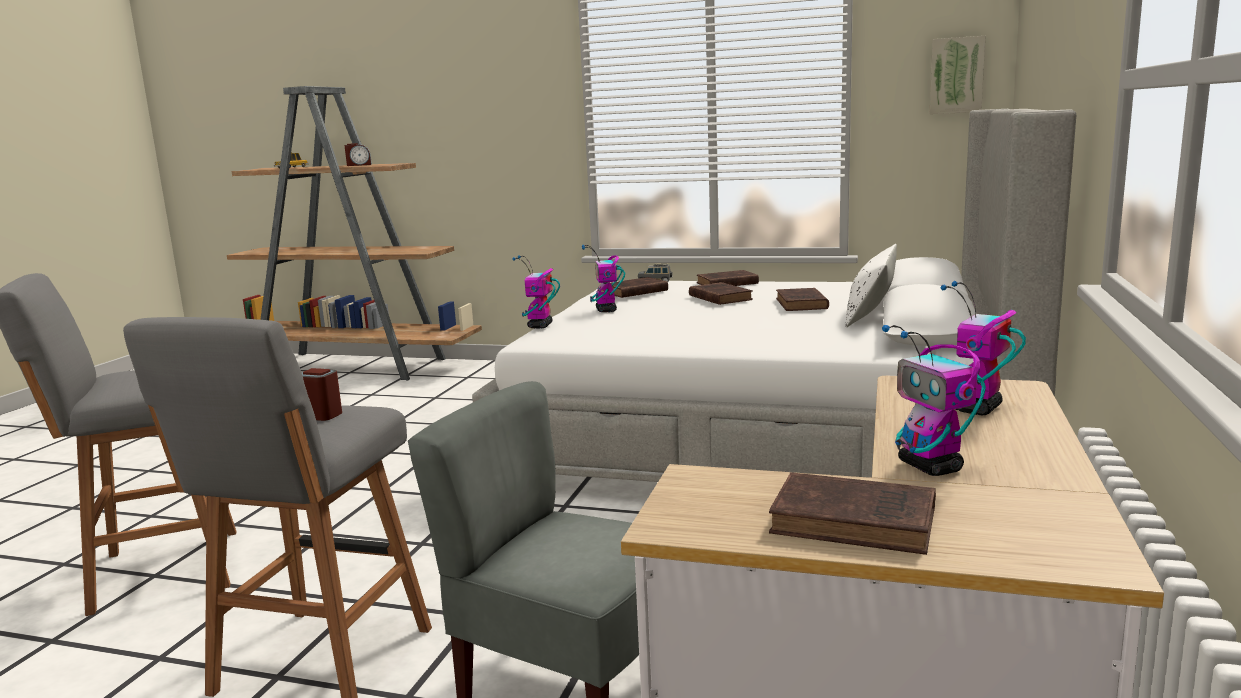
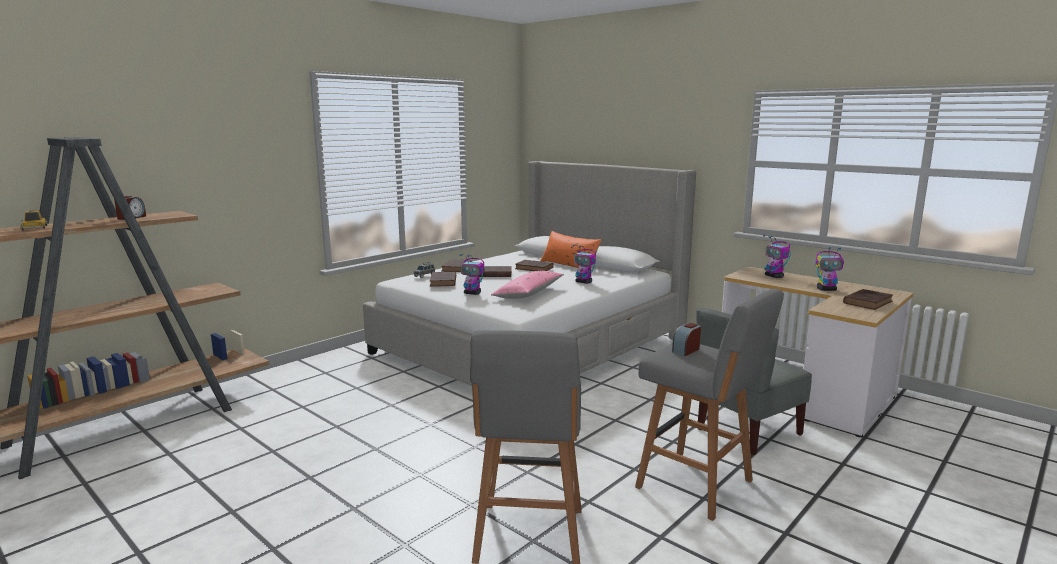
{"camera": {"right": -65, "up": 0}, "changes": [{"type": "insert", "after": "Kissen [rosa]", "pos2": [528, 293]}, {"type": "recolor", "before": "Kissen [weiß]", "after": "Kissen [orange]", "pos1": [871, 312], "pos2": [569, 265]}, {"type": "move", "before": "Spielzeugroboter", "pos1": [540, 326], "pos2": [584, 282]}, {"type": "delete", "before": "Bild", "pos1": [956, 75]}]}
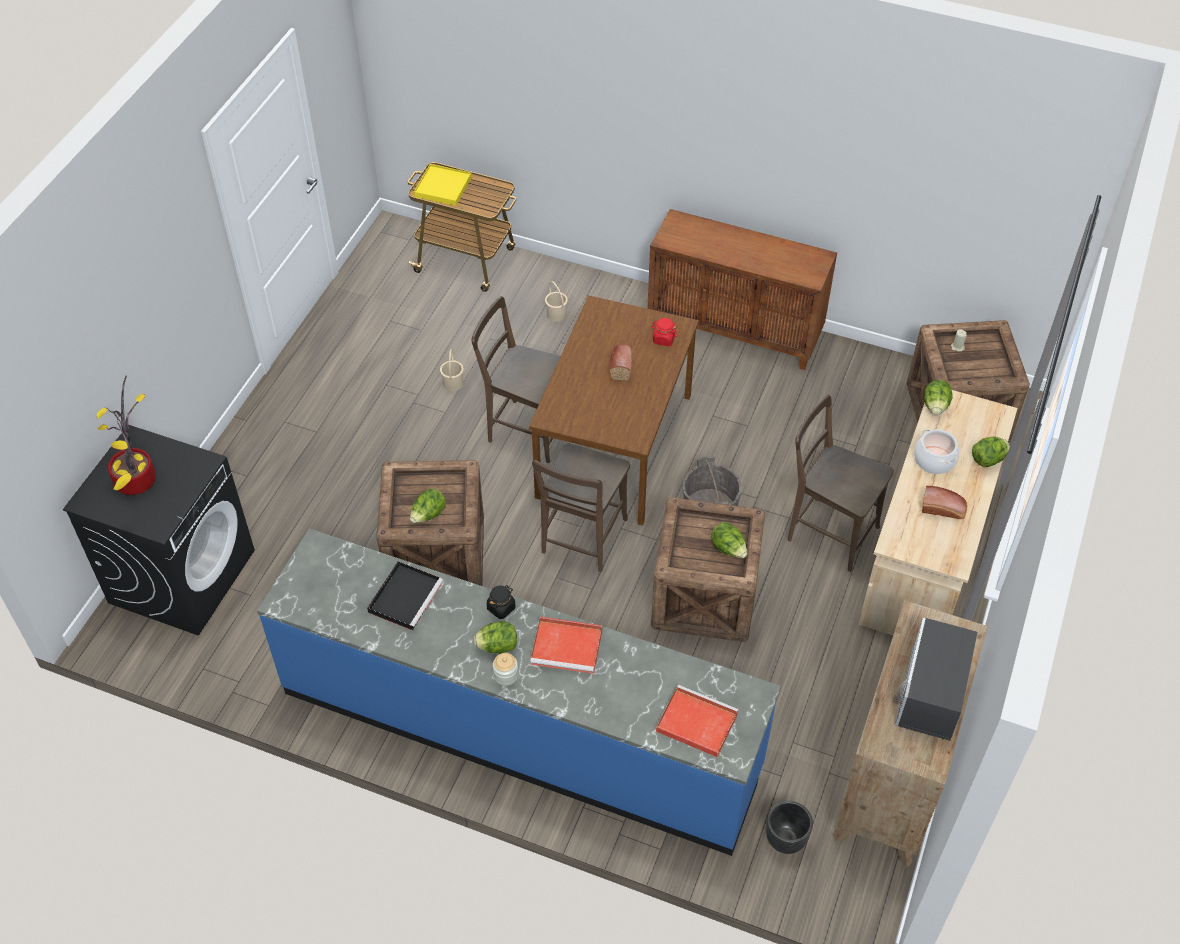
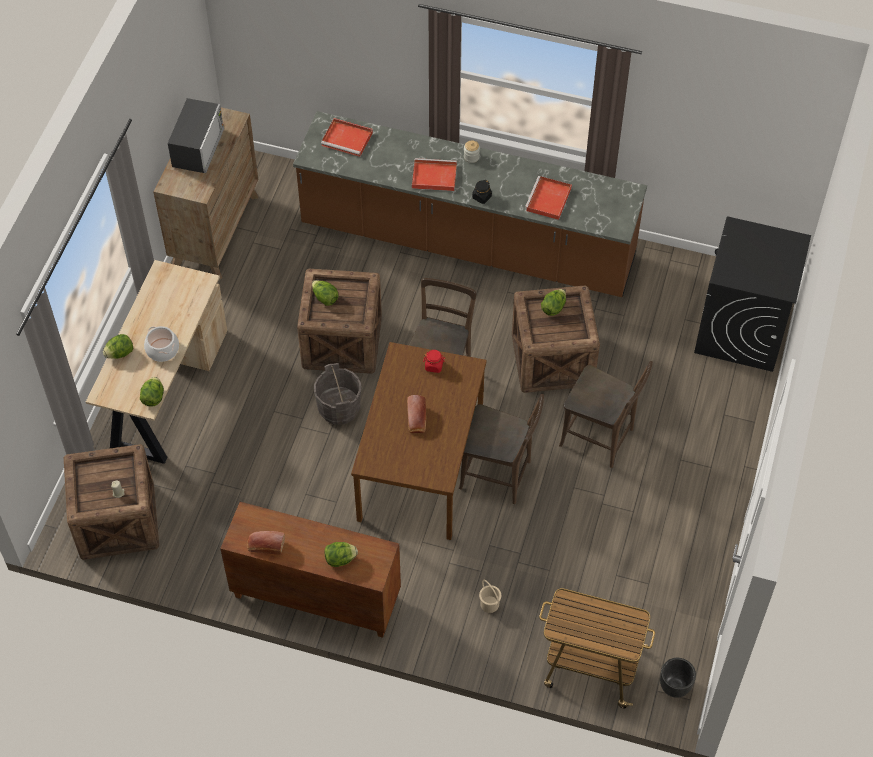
{"camera": {"right": 175, "up": 5}, "changes": [{"type": "move", "before": "Brot", "pos1": [943, 509], "pos2": [265, 546]}, {"type": "recolor", "before": "Küchenzeile [blau]", "after": "Küchenzeile [braun]", "pos1": [520, 729], "pos2": [467, 243]}, {"type": "move", "before": "Salatkopf", "pos1": [497, 646], "pos2": [340, 559]}, {"type": "move", "before": "Vorratsglas [rot]", "pos1": [663, 339], "pos2": [434, 366]}, {"type": "recolor", "before": "Tablett [schwarz]", "after": "Tablett [rot]", "pos1": [405, 596], "pos2": [548, 200]}, {"type": "move", "before": "Stuhl [braun]", "pos1": [828, 531], "pos2": [600, 439]}, {"type": "move", "before": "Pflanzkübel [schwarz]", "pos1": [785, 839], "pos2": [675, 686]}, {"type": "delete", "before": "Topfpflanze", "pos1": [138, 482]}, {"type": "delete", "before": "Tablett [gelb]", "pos1": [443, 187]}, {"type": "delete", "before": "Eimer [beige]", "pos1": [452, 383]}]}
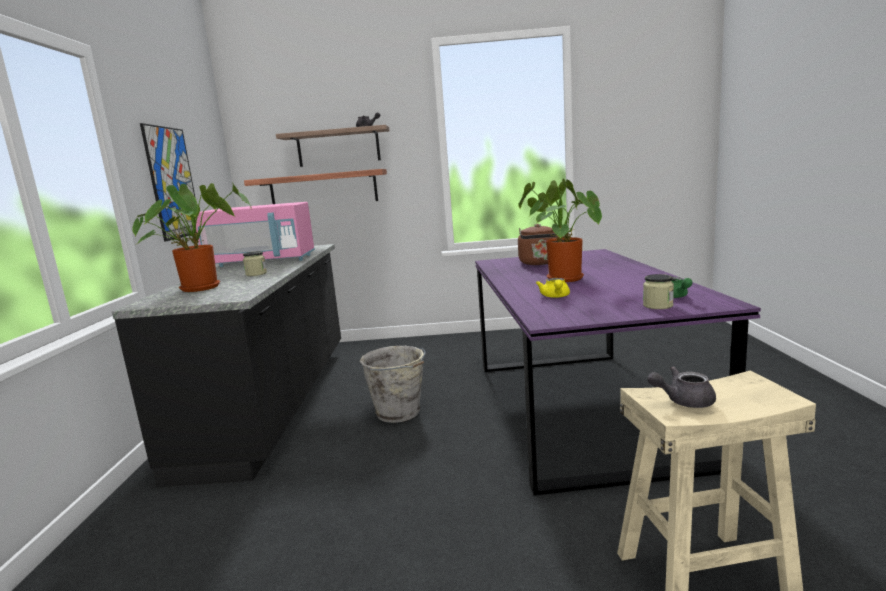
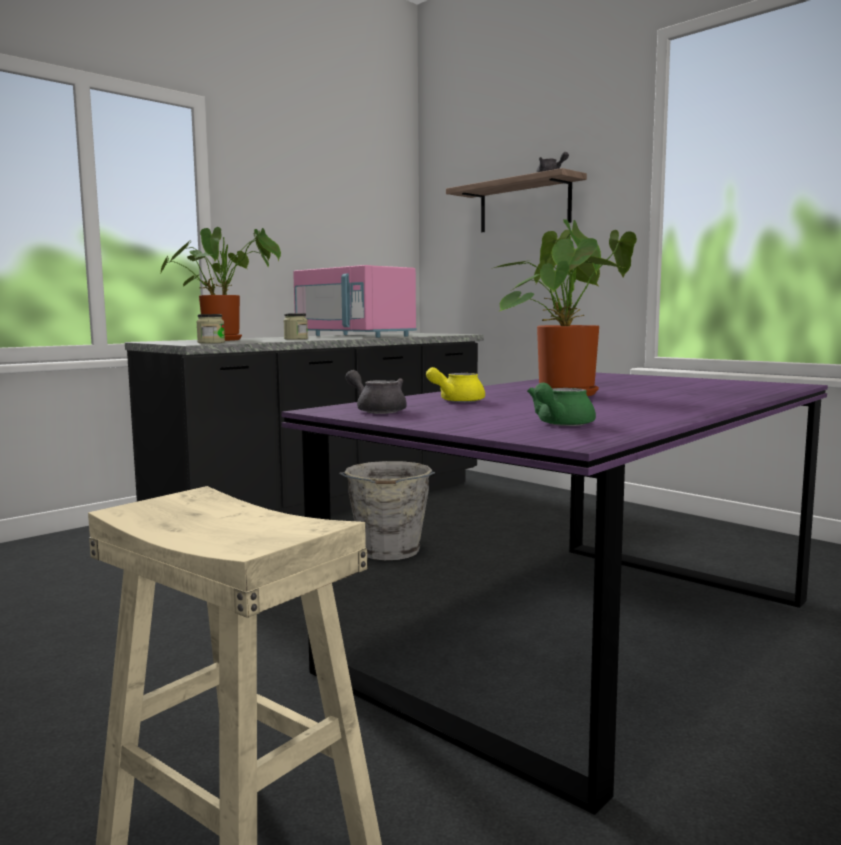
{"camera": {"right": 45, "up": -5}, "changes": [{"type": "move", "before": "Vorratsglas", "pos1": [658, 305], "pos2": [211, 343]}, {"type": "move", "before": "Teekanne [grau]", "pos1": [683, 401], "pos2": [377, 410]}, {"type": "delete", "before": "Bild", "pos1": [172, 183]}, {"type": "delete", "before": "Wandregal", "pos1": [323, 189]}, {"type": "delete", "before": "Wasserkessel [braun]", "pos1": [540, 263]}]}
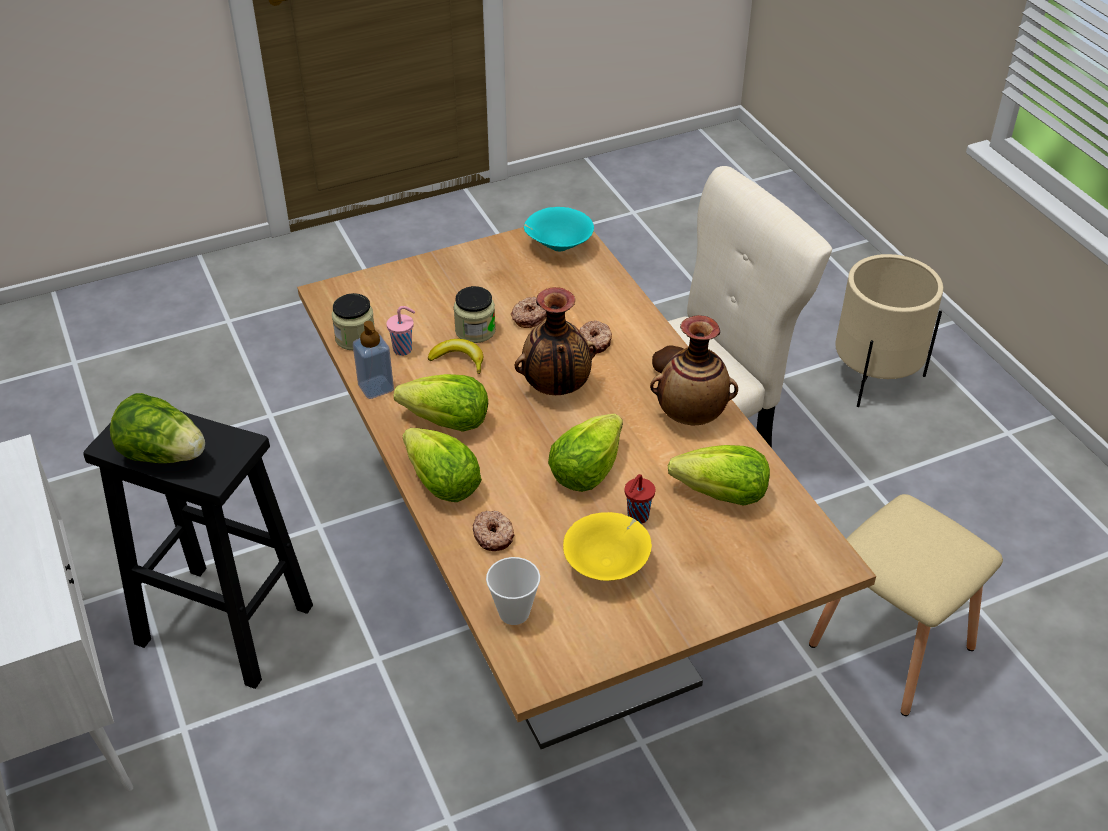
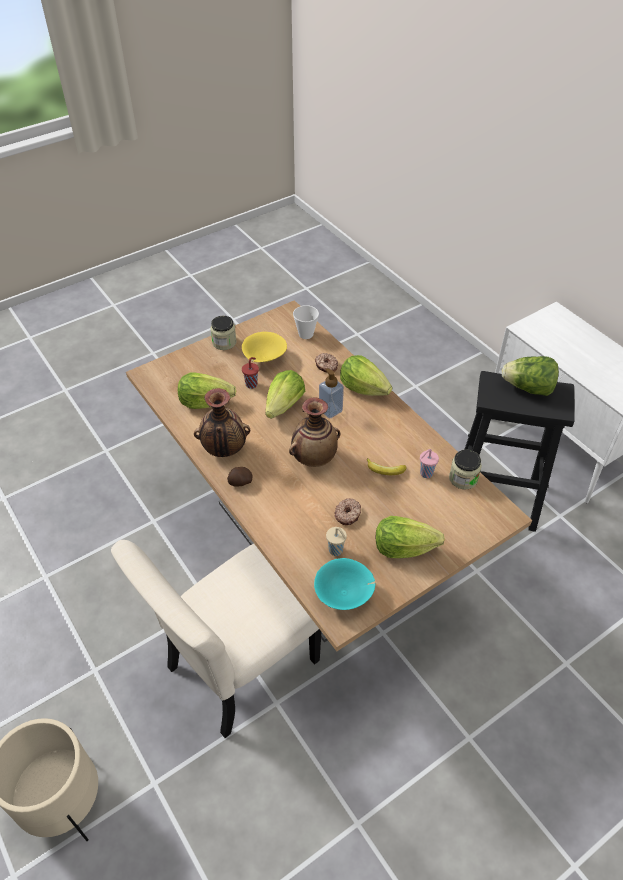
{"camera": {"right": 170, "up": 5}, "changes": [{"type": "move", "before": "Vorratsglas", "pos1": [475, 331], "pos2": [224, 342]}, {"type": "move", "before": "Seifenspender", "pos1": [376, 387], "pos2": [330, 410]}, {"type": "insert", "after": "Tasse [beige]", "pos2": [336, 551]}, {"type": "move", "before": "Salatkopf", "pos1": [447, 422], "pos2": [403, 548]}, {"type": "delete", "before": "Donut", "pos1": [595, 342]}, {"type": "delete", "before": "Hocker [beige]", "pos1": [894, 647]}]}
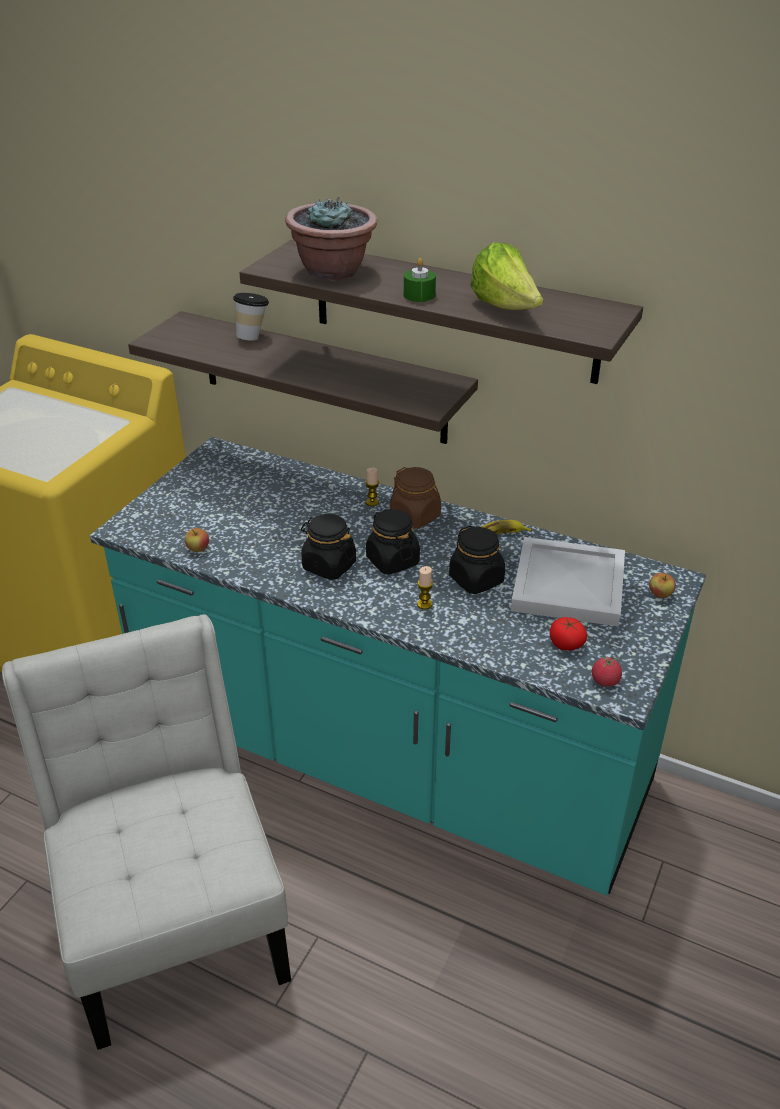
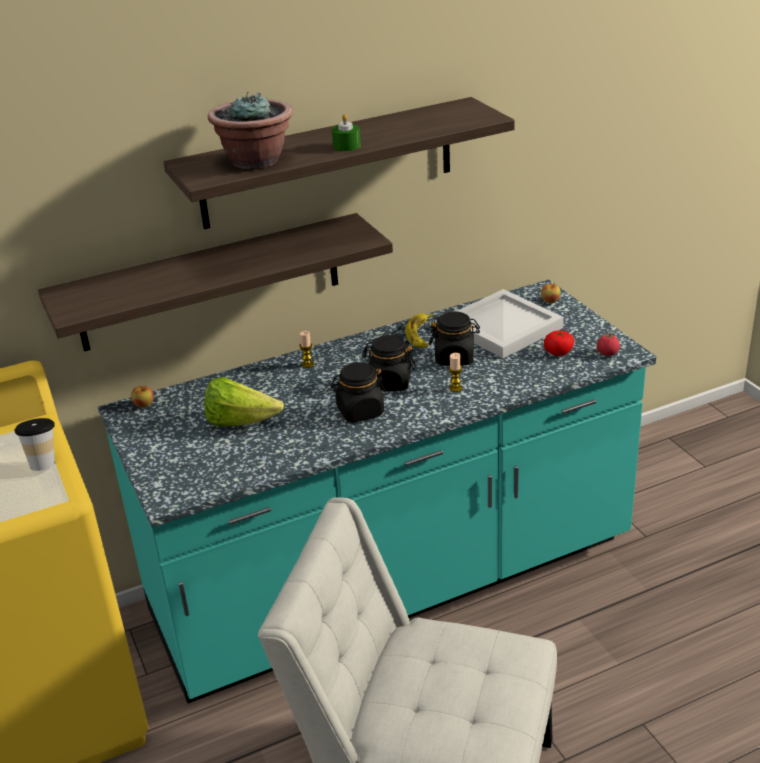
{"camera": {"right": -50, "up": -5}, "changes": [{"type": "move", "before": "Tasse", "pos1": [253, 337], "pos2": [44, 463]}, {"type": "move", "before": "Apfel", "pos1": [198, 549], "pos2": [144, 405]}, {"type": "move", "before": "Salatkopf", "pos1": [506, 308], "pos2": [241, 422]}, {"type": "delete", "before": "Vorratsglas [braun]", "pos1": [415, 517]}]}
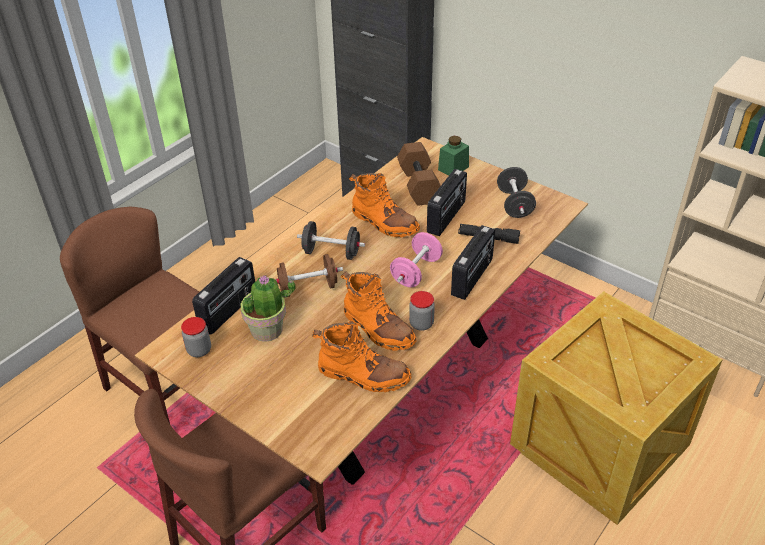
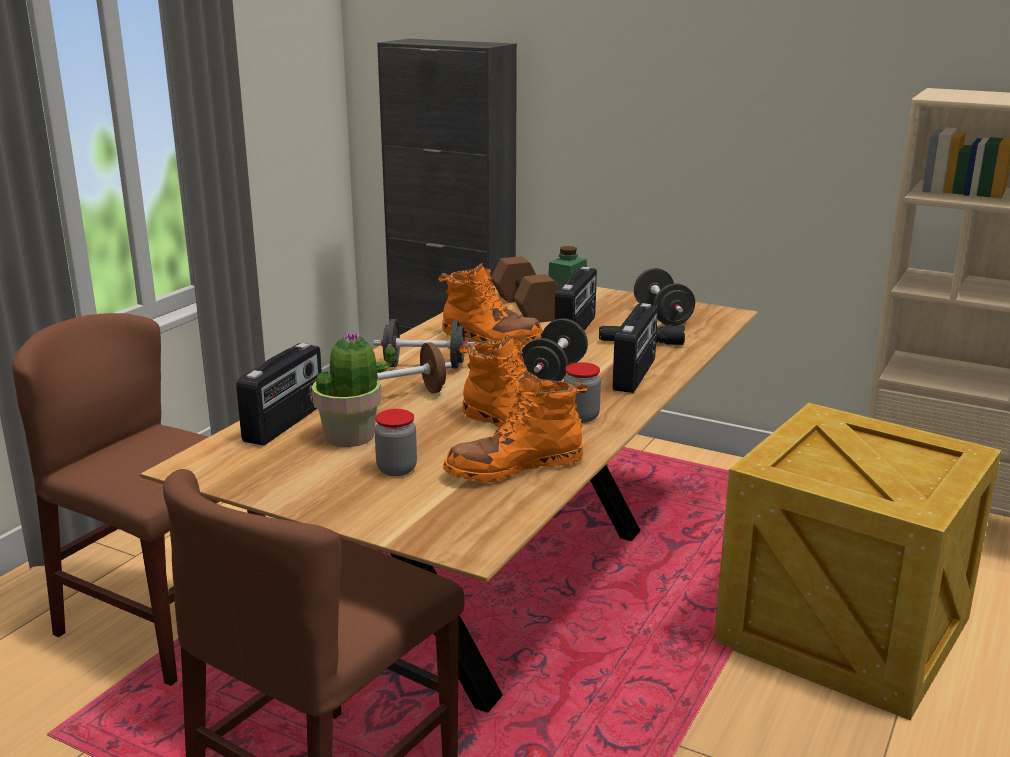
{"camera": {"right": -10, "up": -20}, "changes": [{"type": "move", "before": "Vorratsglas", "pos1": [199, 350], "pos2": [396, 469]}, {"type": "rotate", "before": "Stiefel [orange]", "pos1": [363, 375], "pos2": [514, 467], "turn": 150}, {"type": "recolor", "before": "Hantel [rosa]", "after": "Hantel [schwarz]", "pos1": [416, 272], "pos2": [553, 374]}]}
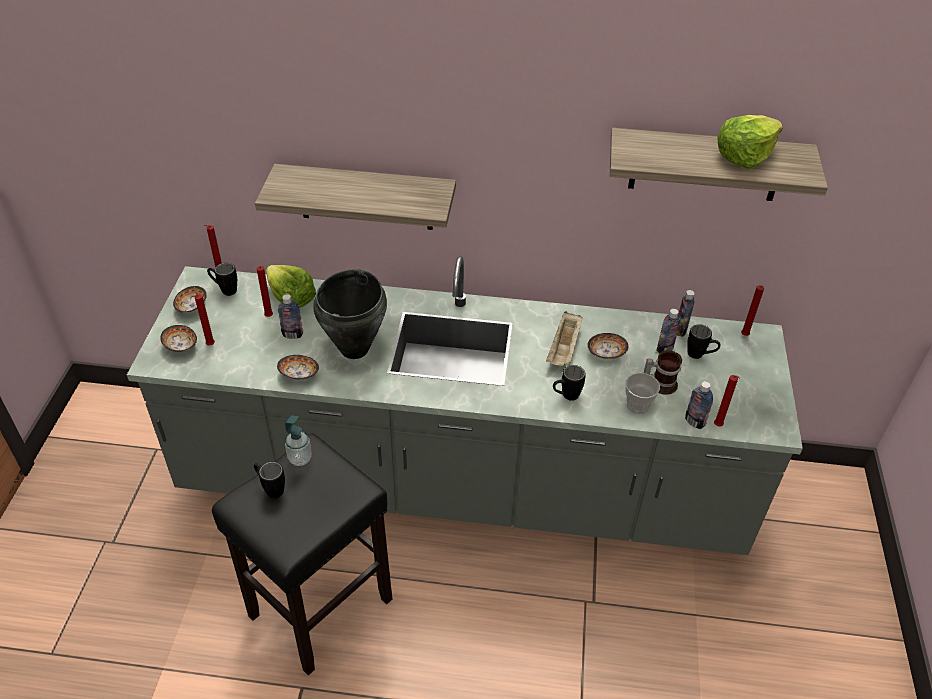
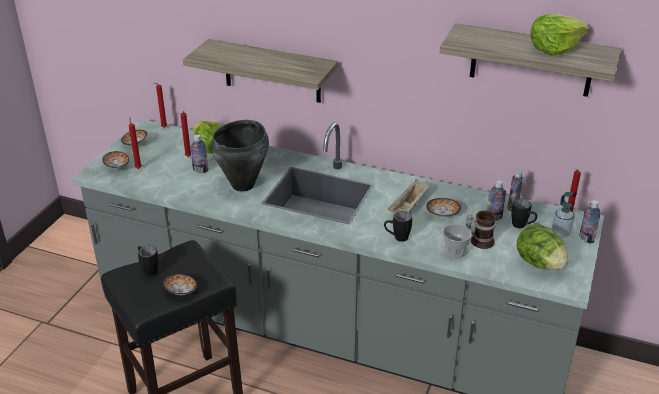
{"camera": {"right": 15, "up": -10}, "changes": [{"type": "move", "before": "Schüssel", "pos1": [299, 374], "pos2": [181, 291]}, {"type": "insert", "after": "Salatkopf", "pos2": [539, 263]}, {"type": "move", "before": "Seifenspender", "pos1": [300, 458], "pos2": [560, 233]}, {"type": "move", "before": "Flasche", "pos1": [694, 422], "pos2": [586, 238]}, {"type": "delete", "before": "Henkelbecher [schwarz]", "pos1": [225, 290]}, {"type": "delete", "before": "Kerze [rot]", "pos1": [718, 426]}]}
